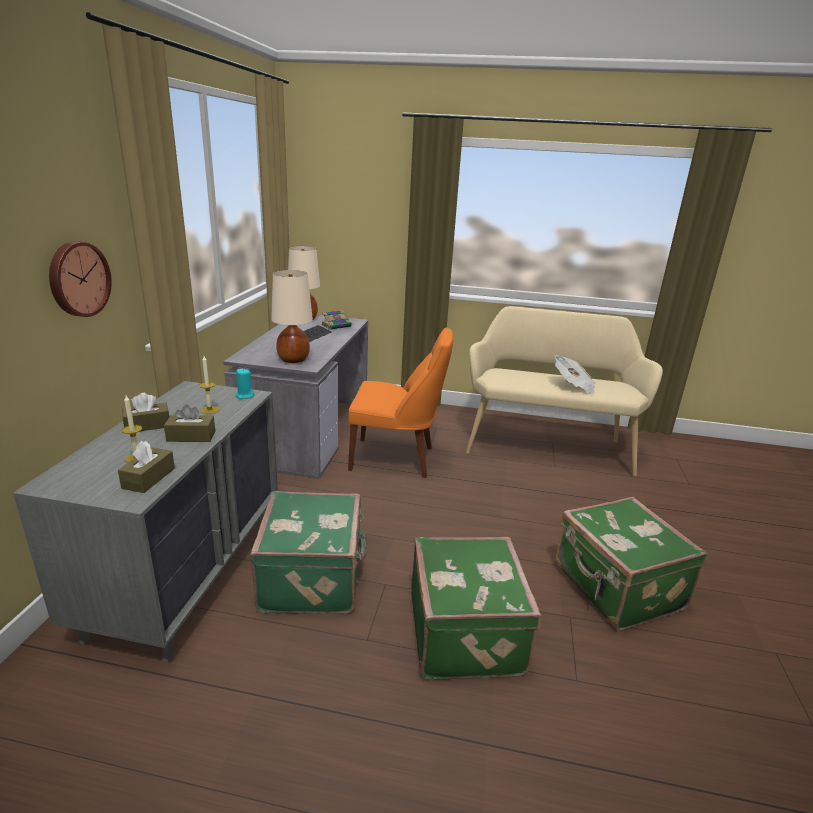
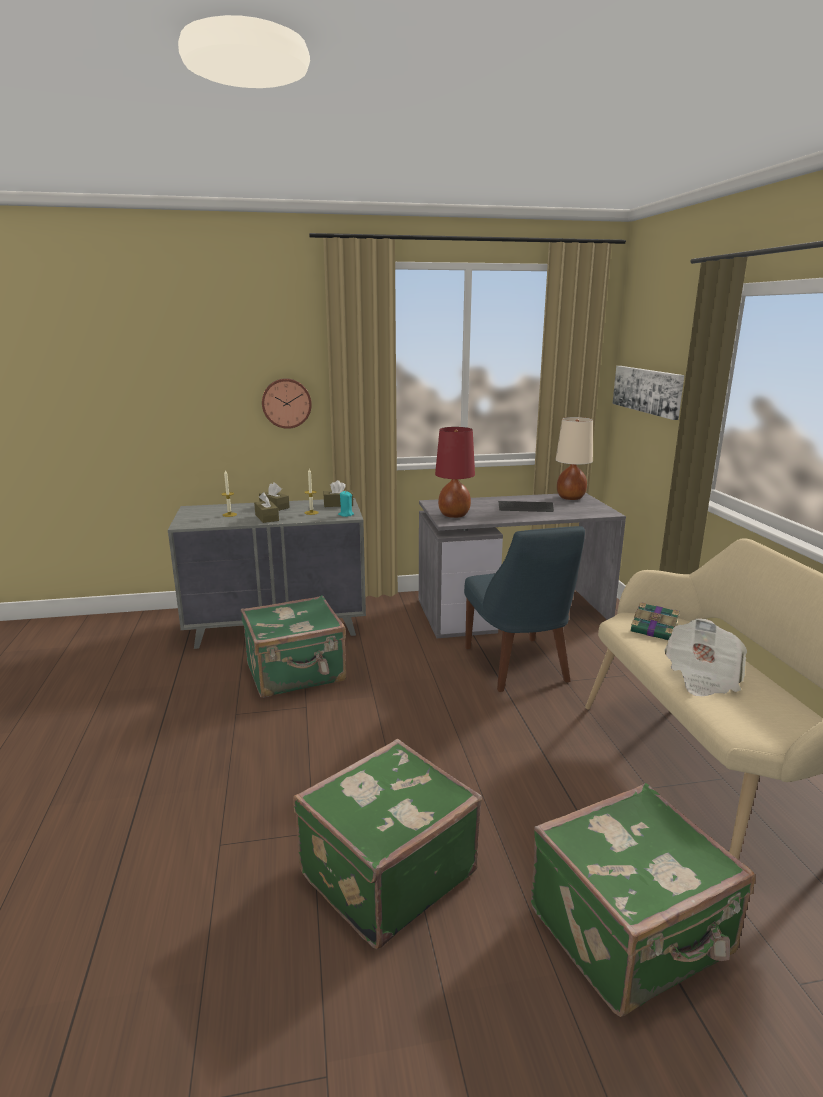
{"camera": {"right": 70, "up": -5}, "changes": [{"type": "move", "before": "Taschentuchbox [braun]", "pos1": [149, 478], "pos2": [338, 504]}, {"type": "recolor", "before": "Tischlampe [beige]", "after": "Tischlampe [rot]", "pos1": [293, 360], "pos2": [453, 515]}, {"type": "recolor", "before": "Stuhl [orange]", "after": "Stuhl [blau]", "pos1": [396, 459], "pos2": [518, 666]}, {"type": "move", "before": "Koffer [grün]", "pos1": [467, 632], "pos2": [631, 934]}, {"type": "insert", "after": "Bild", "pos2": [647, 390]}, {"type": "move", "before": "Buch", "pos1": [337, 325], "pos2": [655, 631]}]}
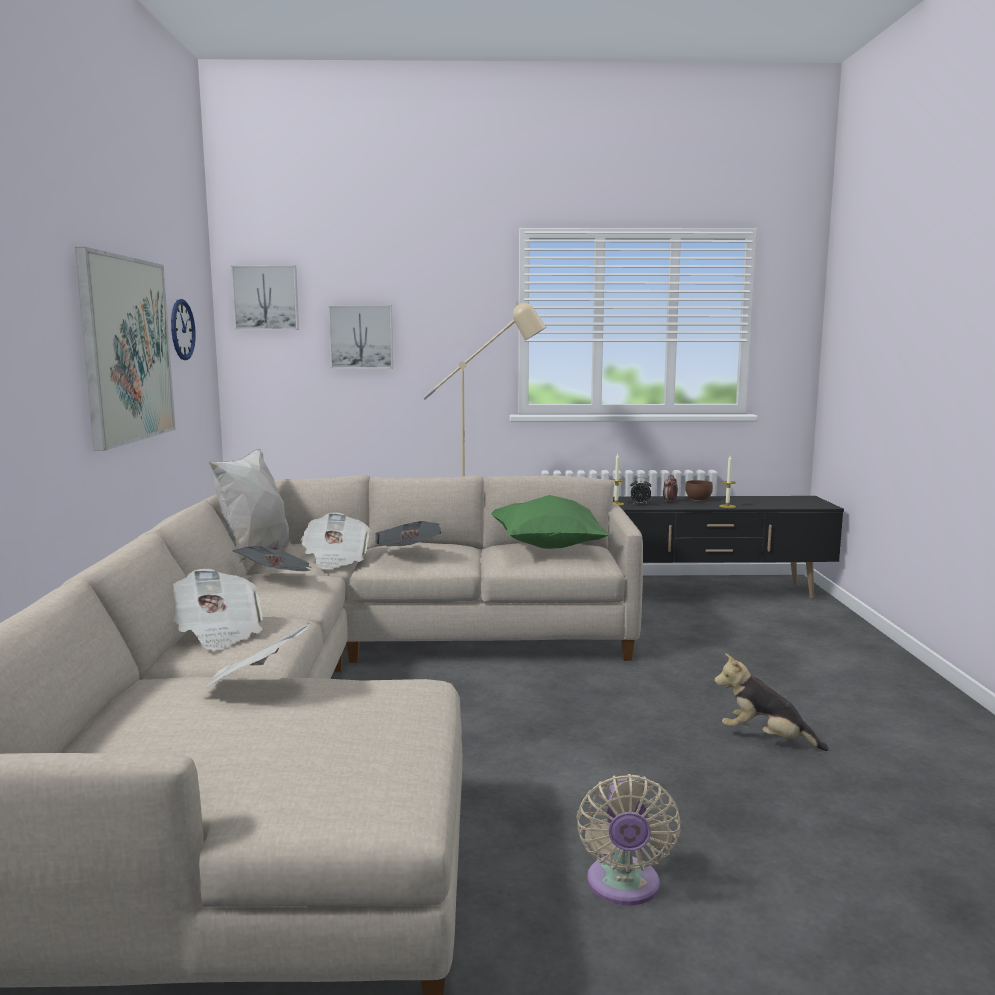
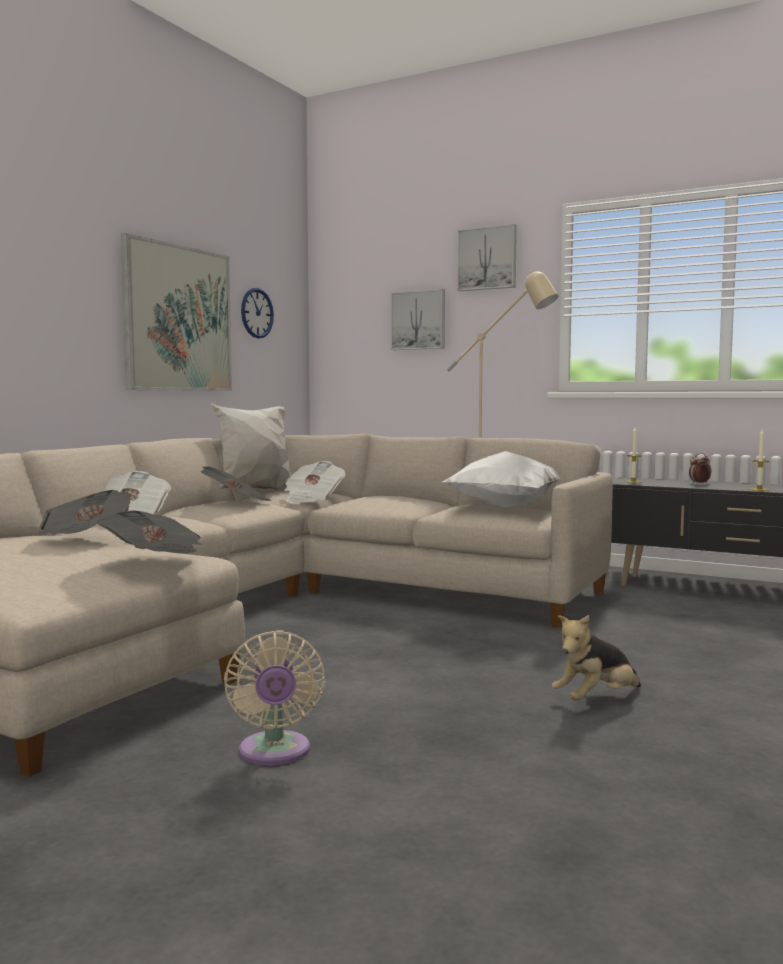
{"camera": {"right": 30, "up": -5}, "changes": [{"type": "move", "before": "Zeitung", "pos1": [408, 553], "pos2": [155, 562]}, {"type": "rotate", "before": "Ventilator [beige]", "pos1": [623, 887], "pos2": [274, 753], "turn": -45}, {"type": "recolor", "before": "Kissen [grün]", "after": "Kissen [weiß]", "pos1": [549, 549], "pos2": [503, 507]}, {"type": "move", "before": "Bild", "pos1": [266, 298], "pos2": [487, 258]}, {"type": "rotate", "before": "Plüschtier", "pos1": [765, 739], "pos2": [596, 699], "turn": -90}, {"type": "delete", "before": "Wecker", "pos1": [640, 504]}, {"type": "delete", "before": "Schüssel [braun]", "pos1": [697, 500]}]}
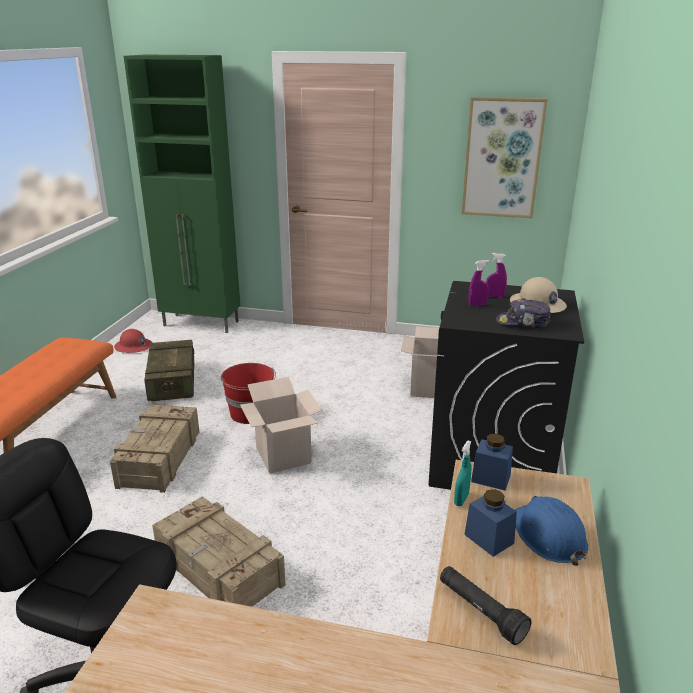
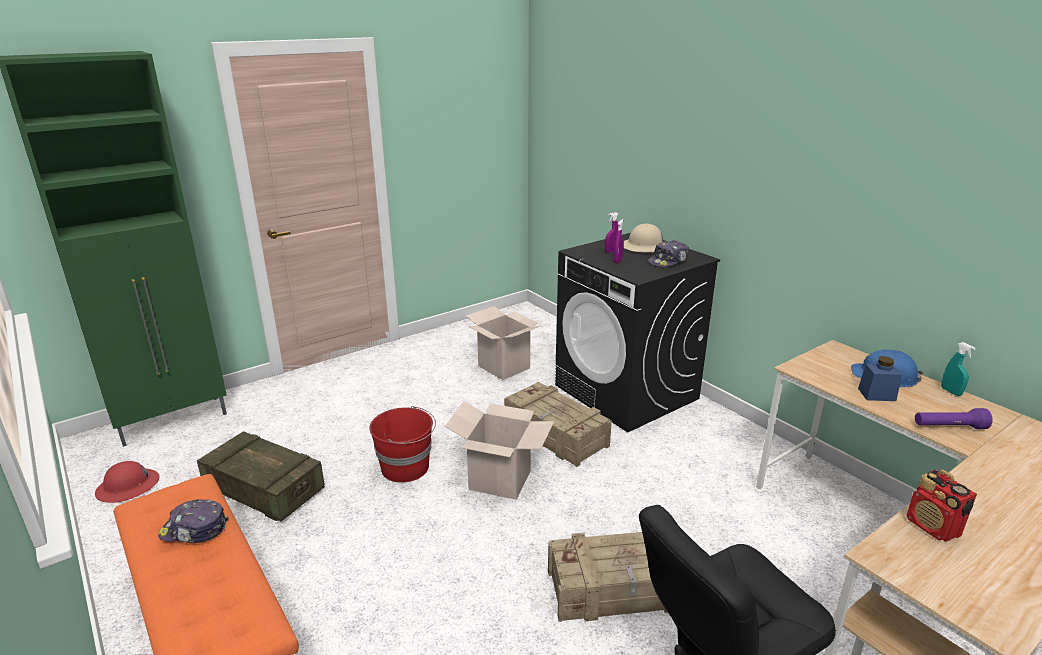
{"camera": {"right": -50, "up": 0}, "changes": [{"type": "insert", "after": "Kappe", "pos2": [194, 530]}, {"type": "move", "before": "Kiste", "pos1": [159, 459], "pos2": [555, 435]}, {"type": "insert", "after": "Radio", "pos2": [933, 527]}, {"type": "recolor", "before": "Taschenlampe [schwarz]", "after": "Taschenlampe [lila]", "pos1": [480, 611], "pos2": [949, 427]}, {"type": "move", "before": "Sprühflasche [türkis]", "pos1": [461, 500], "pos2": [951, 392]}, {"type": "delete", "before": "Bild", "pos1": [502, 158]}, {"type": "delete", "before": "Vorratsglas [blau]", "pos1": [491, 478]}]}
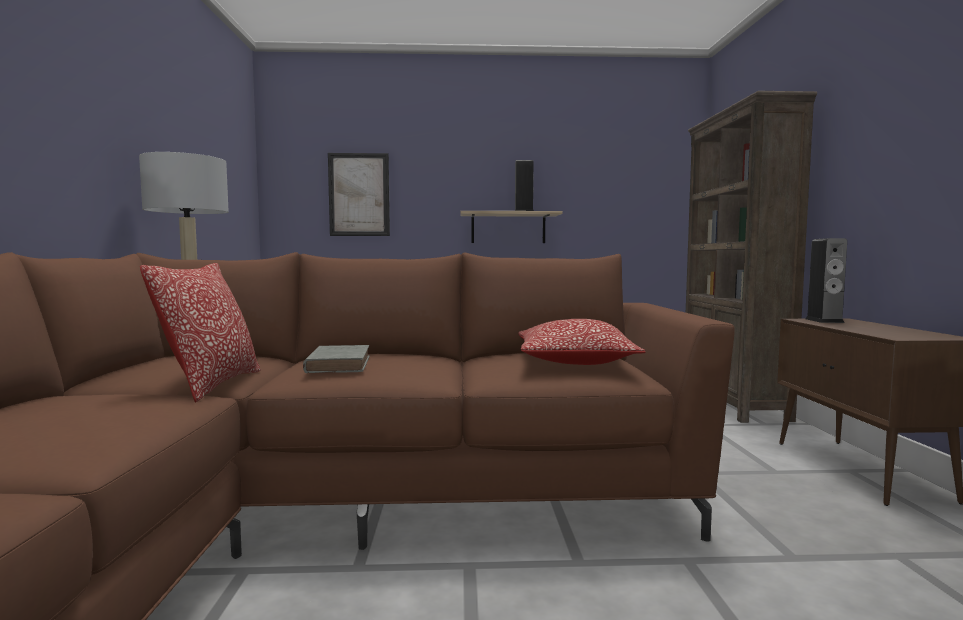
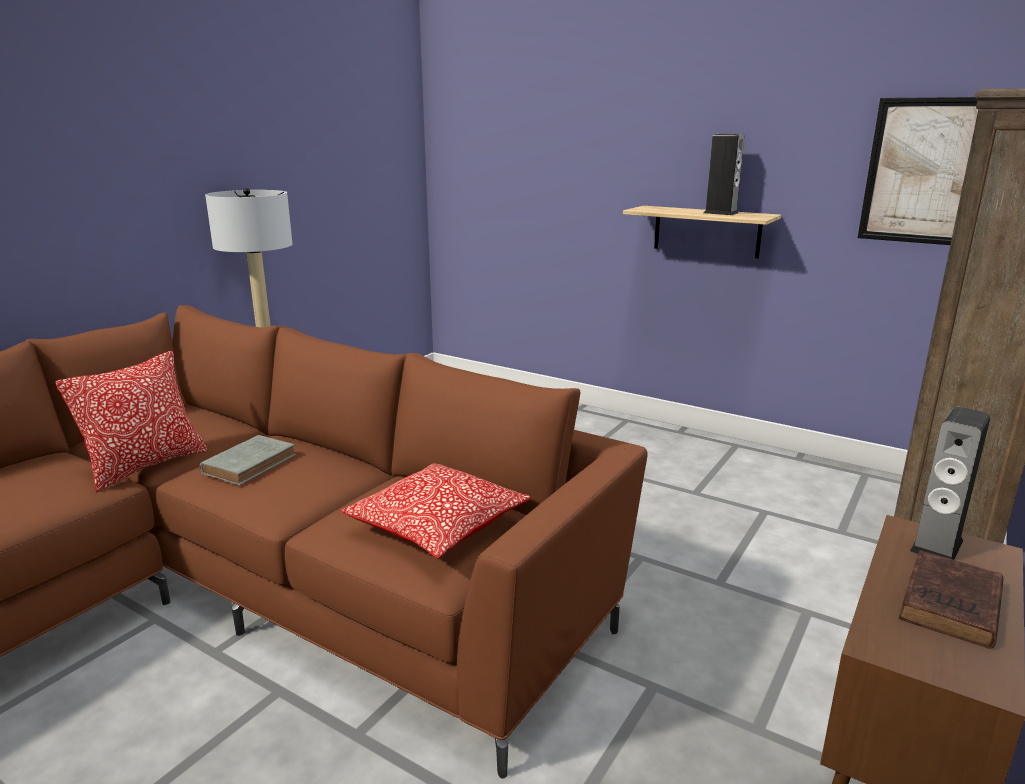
{"camera": {"right": 35, "up": 15}, "changes": [{"type": "move", "before": "Bild", "pos1": [359, 194], "pos2": [924, 171]}, {"type": "insert", "after": "Buch [braun]", "pos2": [950, 606]}]}
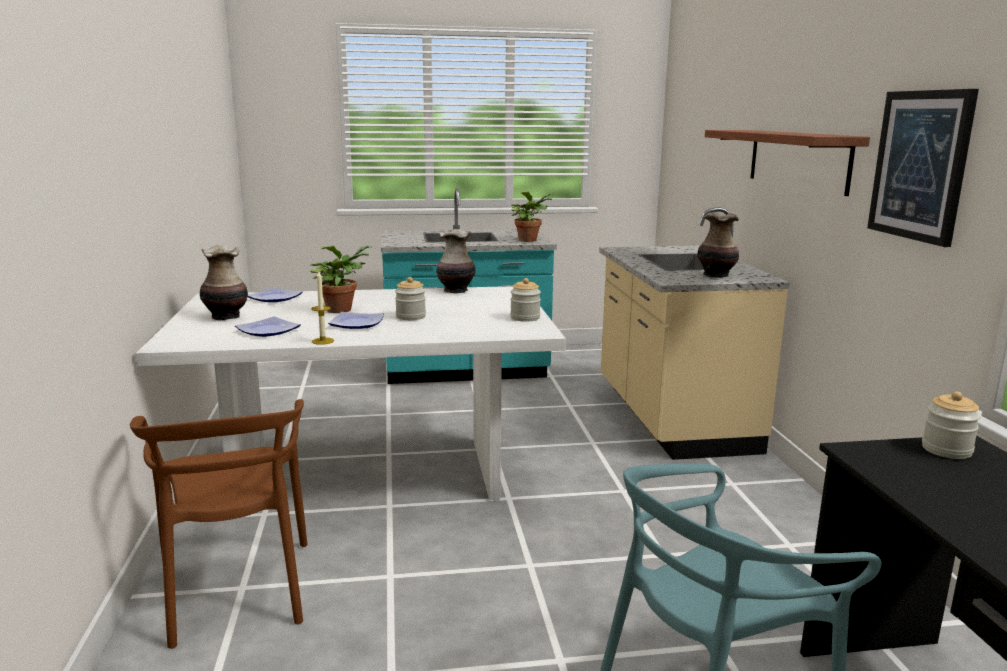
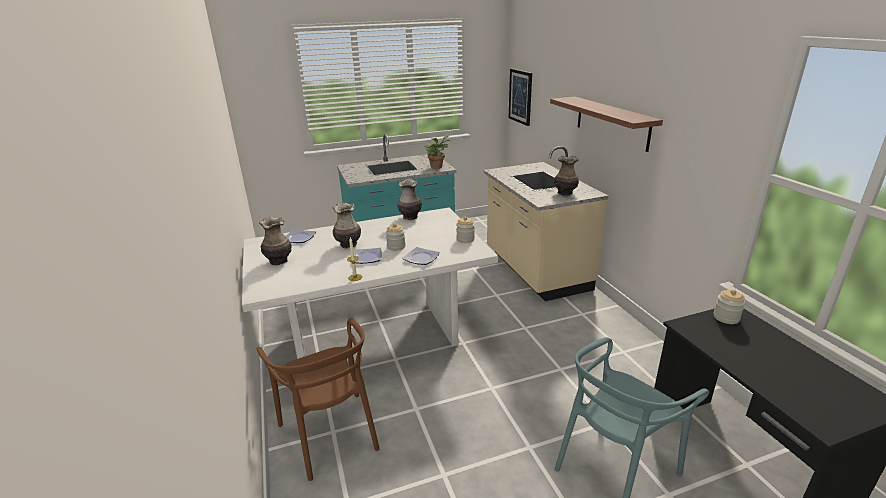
{"camera": {"right": -10, "up": 10}, "changes": [{"type": "replace", "before": "Topfpflanze", "after": "Vase", "pos1": [341, 309], "pos2": [349, 244]}, {"type": "move", "before": "Teller", "pos1": [269, 331], "pos2": [422, 258]}, {"type": "move", "before": "Bild", "pos1": [920, 165], "pos2": [520, 96]}]}
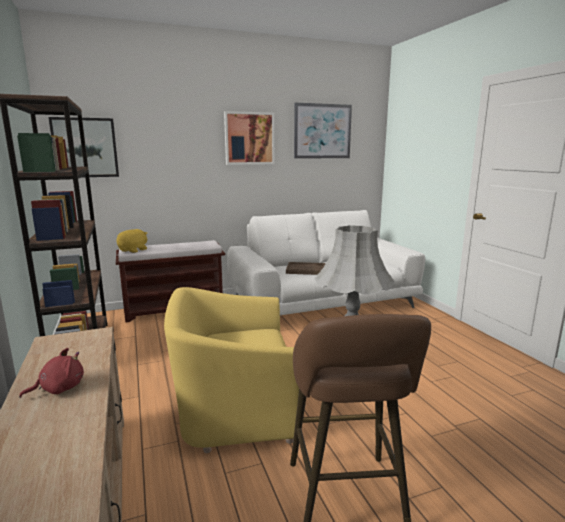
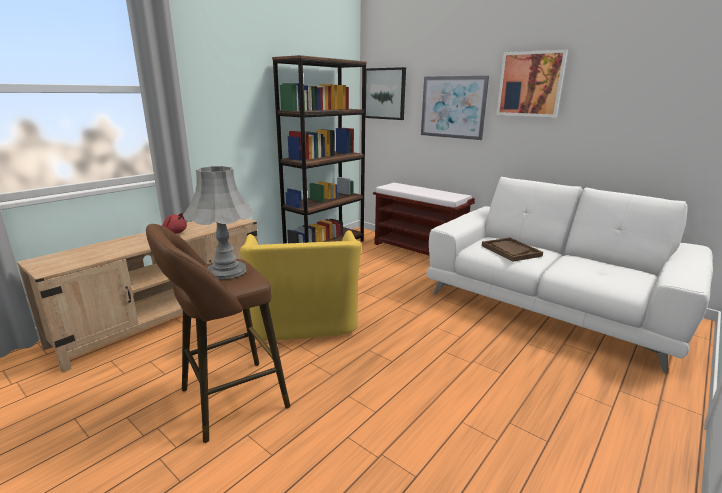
{"camera": {"right": 60, "up": 5}, "changes": [{"type": "rotate", "before": "Sessel [gelb]", "pos1": [234, 409], "pos2": [304, 320], "turn": -150}, {"type": "move", "before": "Bild", "pos1": [322, 131], "pos2": [453, 107]}, {"type": "delete", "before": "Plüschtier [gelb]", "pos1": [134, 250]}]}
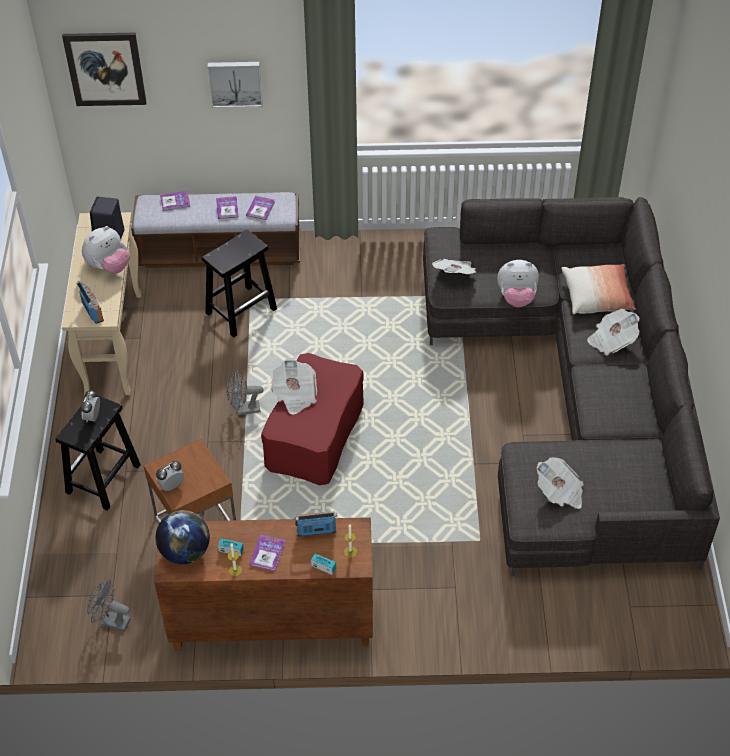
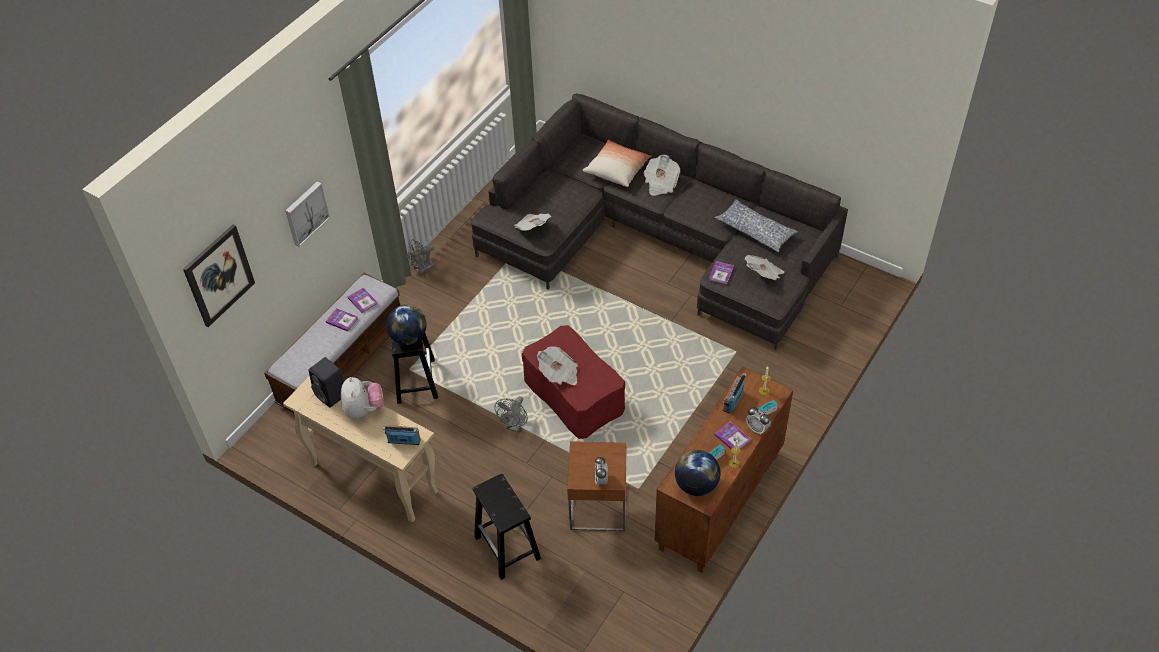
{"camera": {"right": -55, "up": 0}, "changes": [{"type": "insert", "after": "Globus", "pos2": [409, 337]}, {"type": "move", "before": "Ventilator [grau]", "pos1": [111, 621], "pos2": [422, 269]}, {"type": "move", "before": "Buch", "pos1": [175, 201], "pos2": [721, 273]}, {"type": "insert", "after": "Kissen", "pos2": [755, 231]}, {"type": "move", "before": "Wecker", "pos1": [93, 417], "pos2": [757, 428]}, {"type": "delete", "before": "Plüschtier", "pos1": [516, 298]}]}
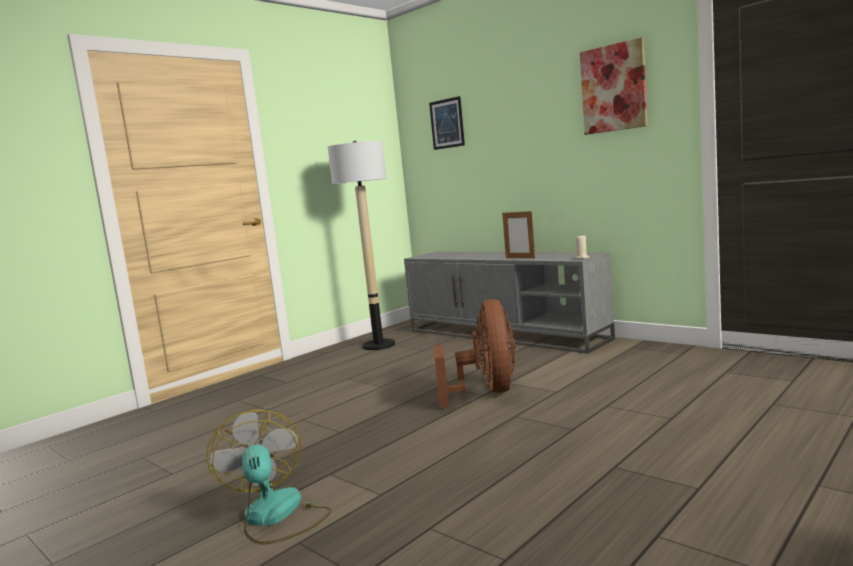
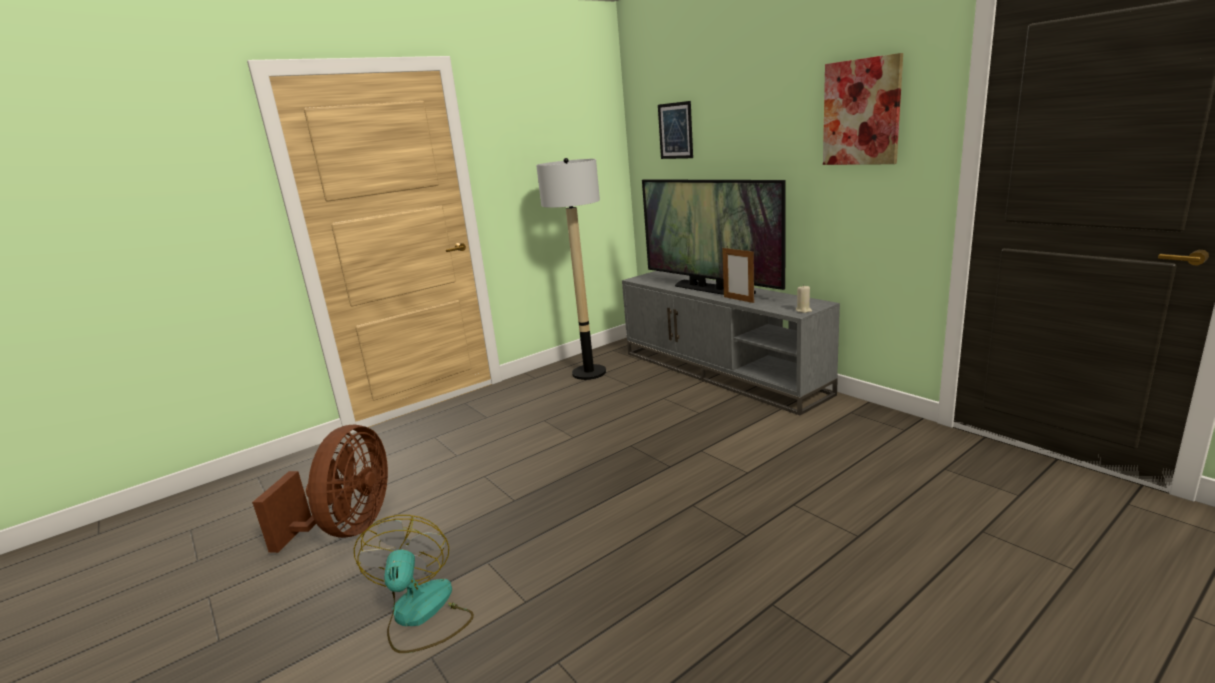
{"camera": {"right": 10, "up": 10}, "changes": [{"type": "move", "before": "Ventilator [braun]", "pos1": [486, 392], "pos2": [348, 528]}, {"type": "insert", "after": "Fernseher", "pos2": [712, 289]}]}
